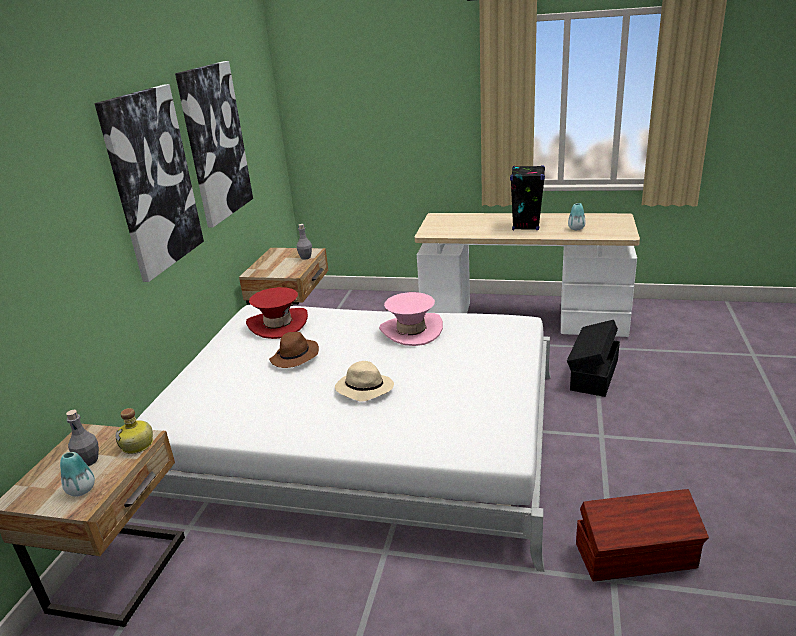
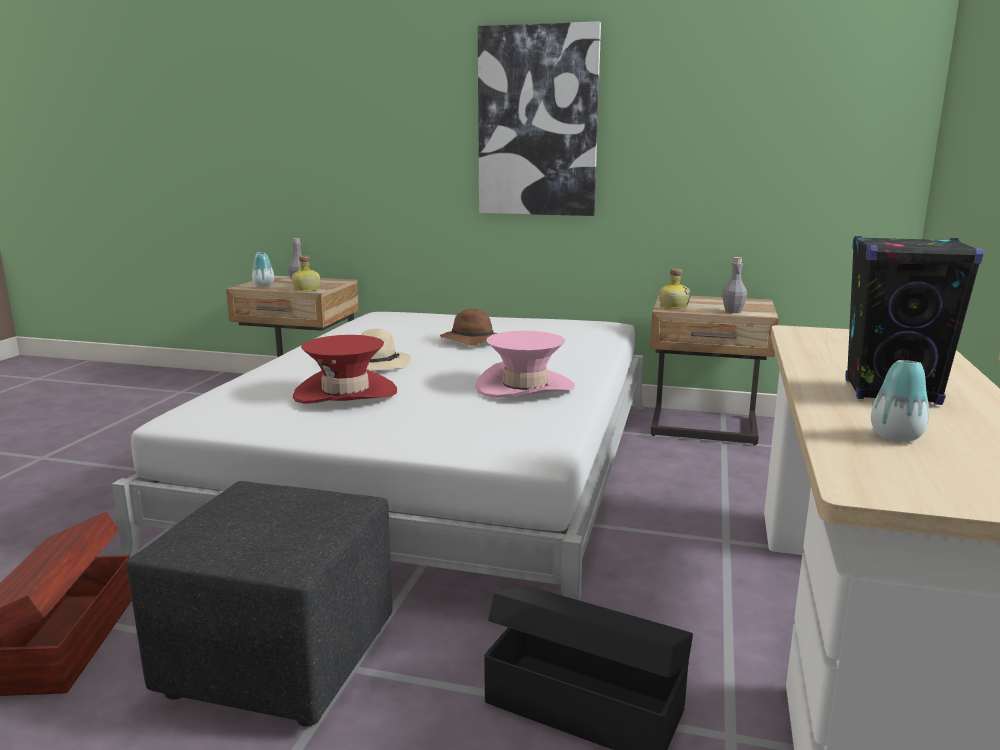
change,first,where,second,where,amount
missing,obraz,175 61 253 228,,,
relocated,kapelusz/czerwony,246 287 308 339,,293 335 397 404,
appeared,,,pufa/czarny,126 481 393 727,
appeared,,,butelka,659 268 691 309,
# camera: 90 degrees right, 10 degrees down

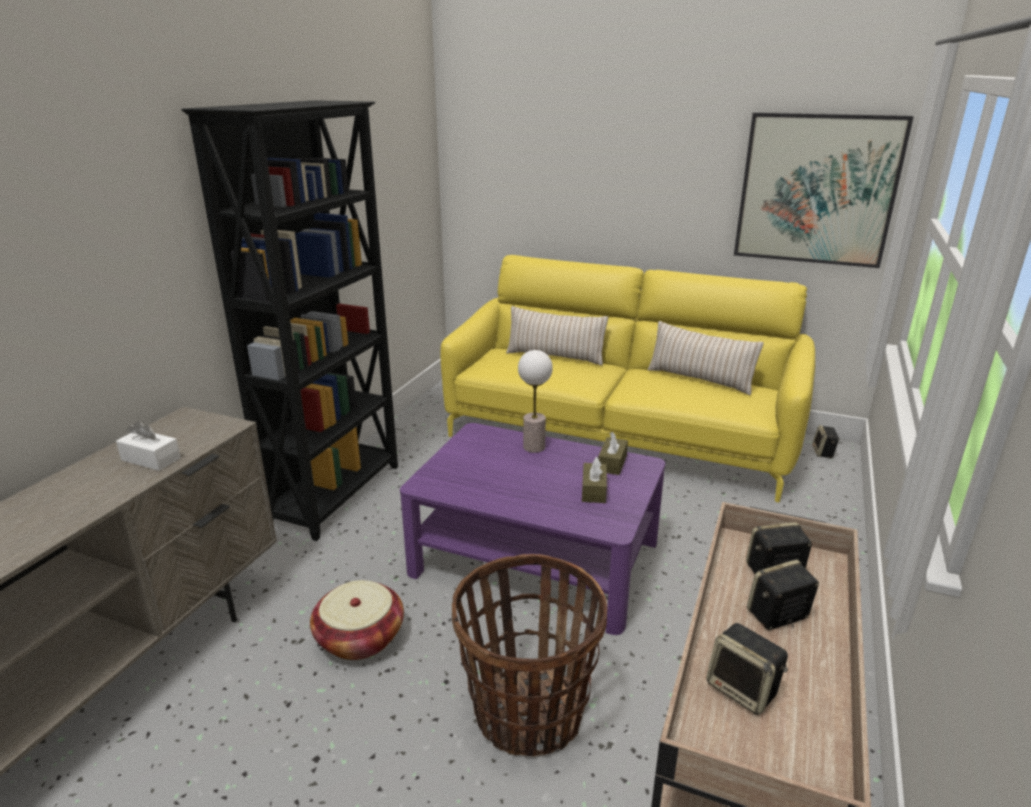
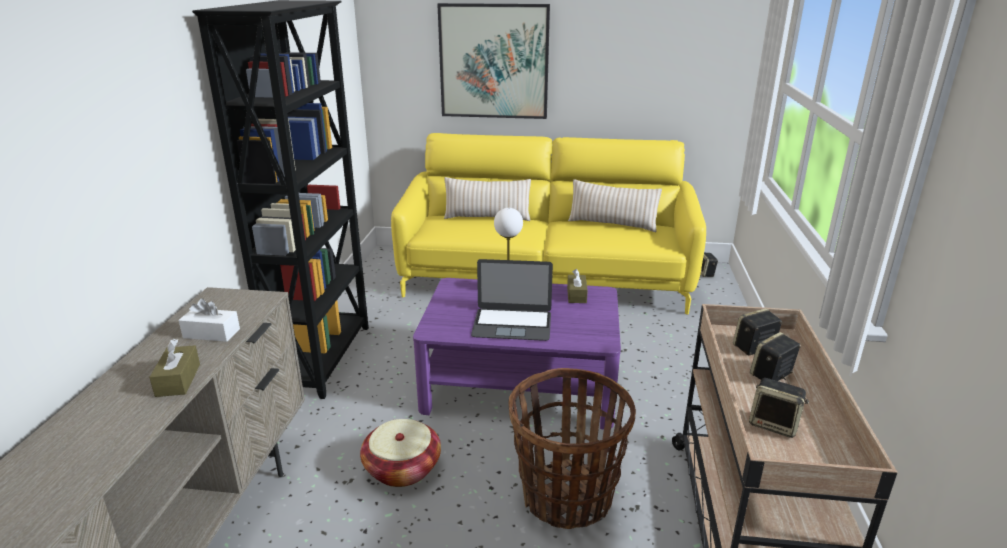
change,first,where,second,where,amount
relocated,pudełko chusteczek/brązowy,582 457 607 503,,149 339 200 397,
relocated,obraz,734 113 914 268,,437 3 550 119,
appeared,,,laptop,471 259 553 341,
# camera: 15 degrees left, 0 degrees up

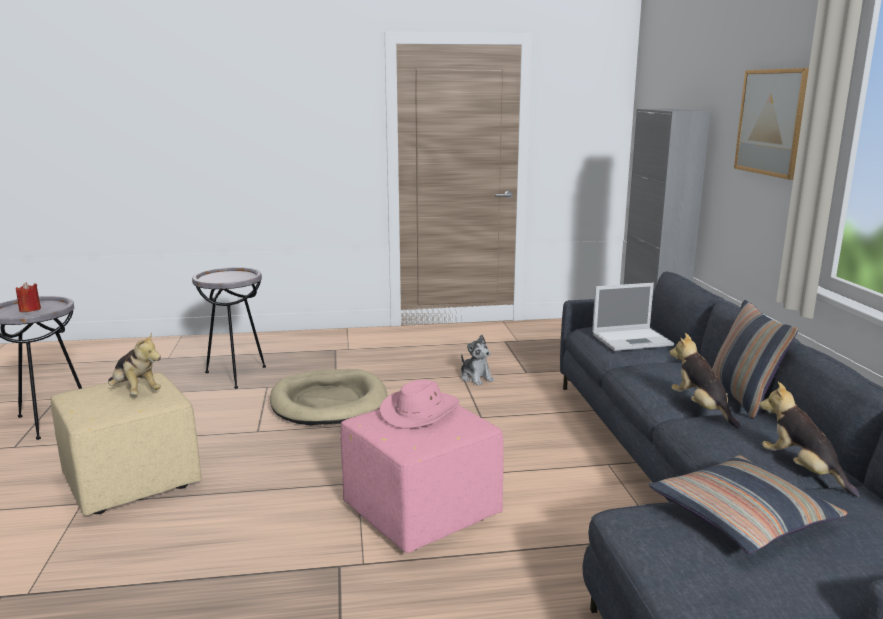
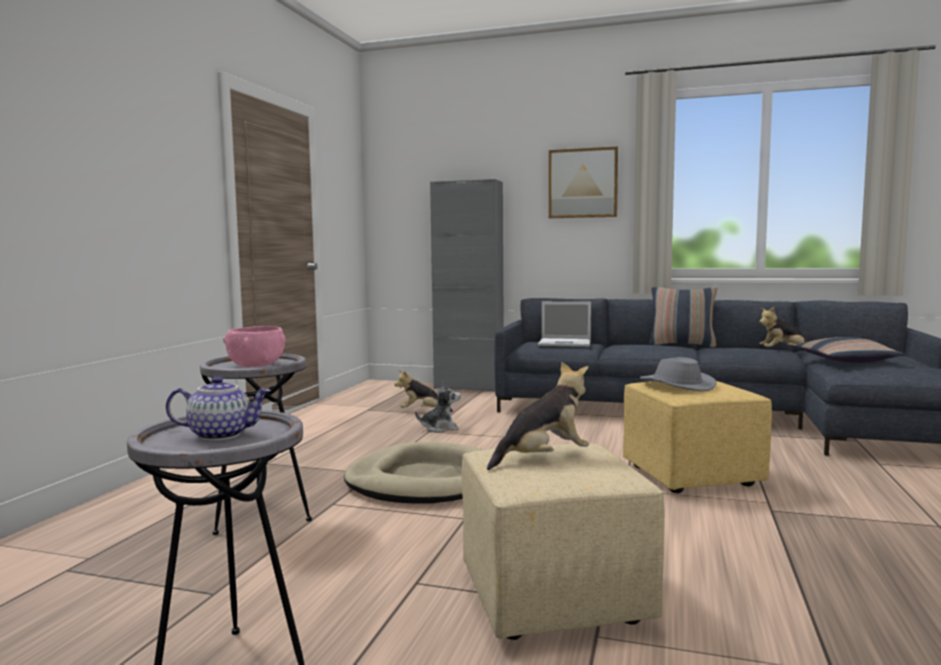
change,first,where,second,where,amount
exchanged,świeca/czerwony,16 282 41 312,imbryk,166 376 271 441,
colour,pufa/różowy,340 405 504 553,pufa/żółty,623 381 772 493,
colour,kapelusz/różowy,379 380 459 428,kapelusz/szary,640 357 717 391,
spun,laptop,592 283 674 351,,538 302 591 347,90 degrees clockwise
relocated,pluszak,670 333 741 428,,395 370 453 412,
appeared,,,miska/różowy,223 326 286 367,
# camera: 65 degrees left, 10 degrees down

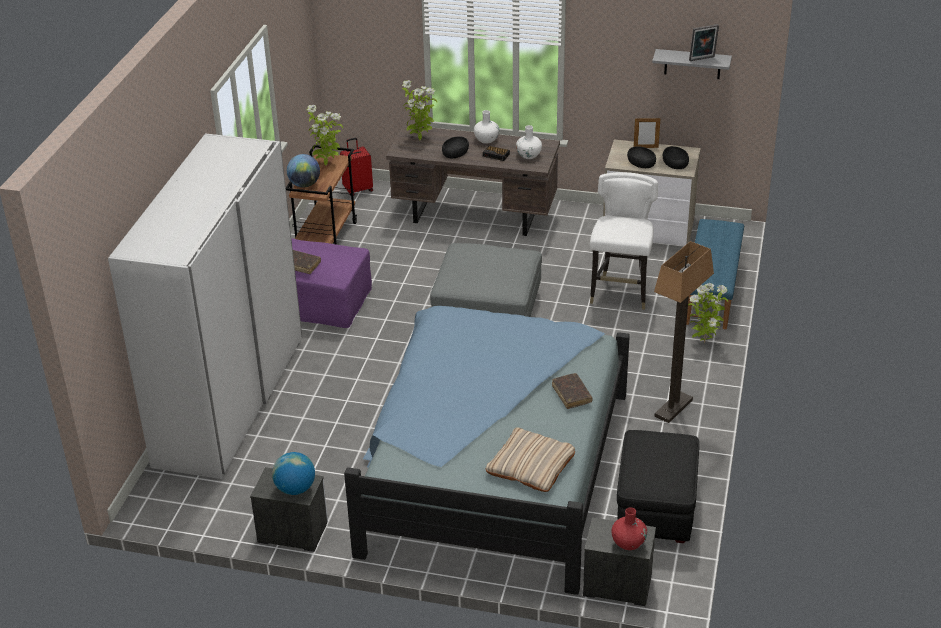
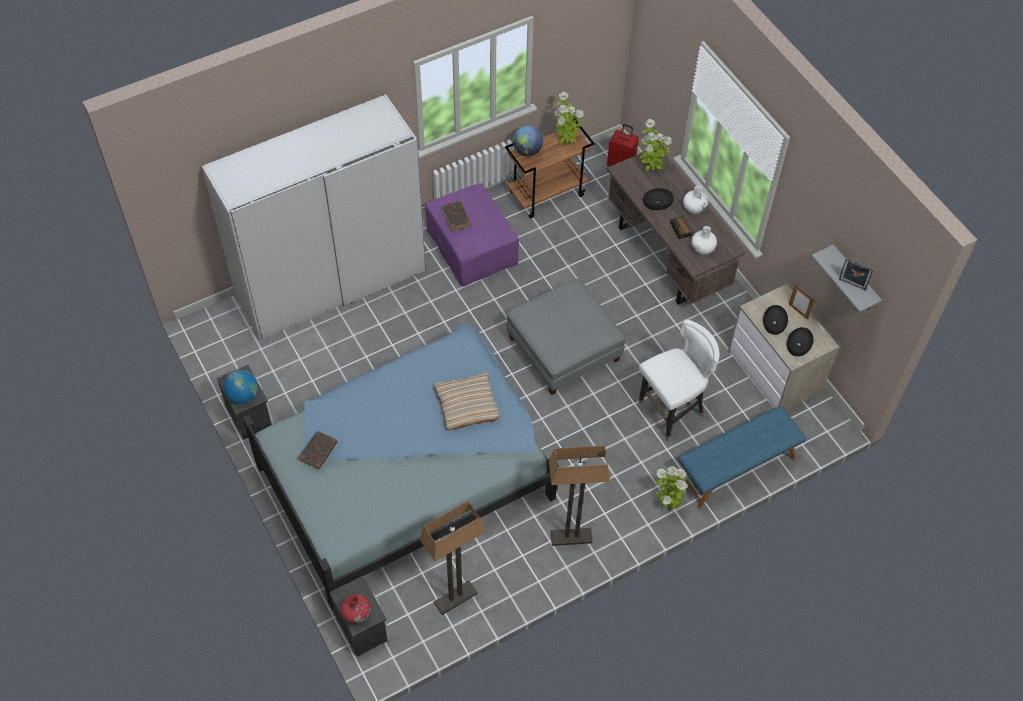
change,first,where,second,where,amount
relocated,poduszka/beżowy,486 427 575 492,,434 373 500 430,
relocated,książka/brązowy,552 373 593 409,,299 431 337 469,
exchanged,pufa/czarny,617 430 699 543,lampa stojąca,419 501 486 615,
# camera: 45 degrees right, 20 degrees up

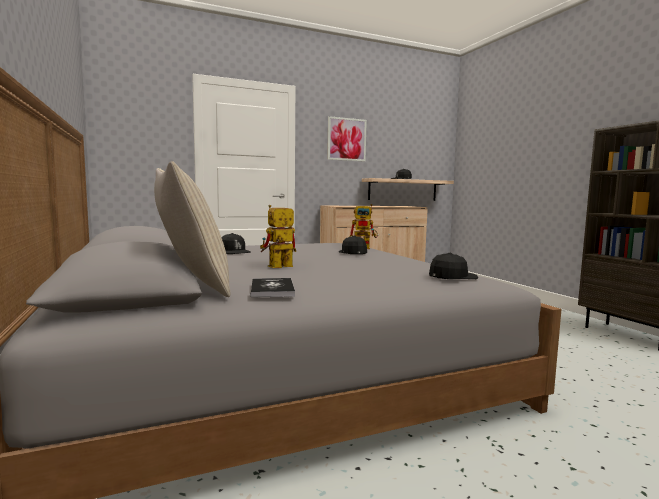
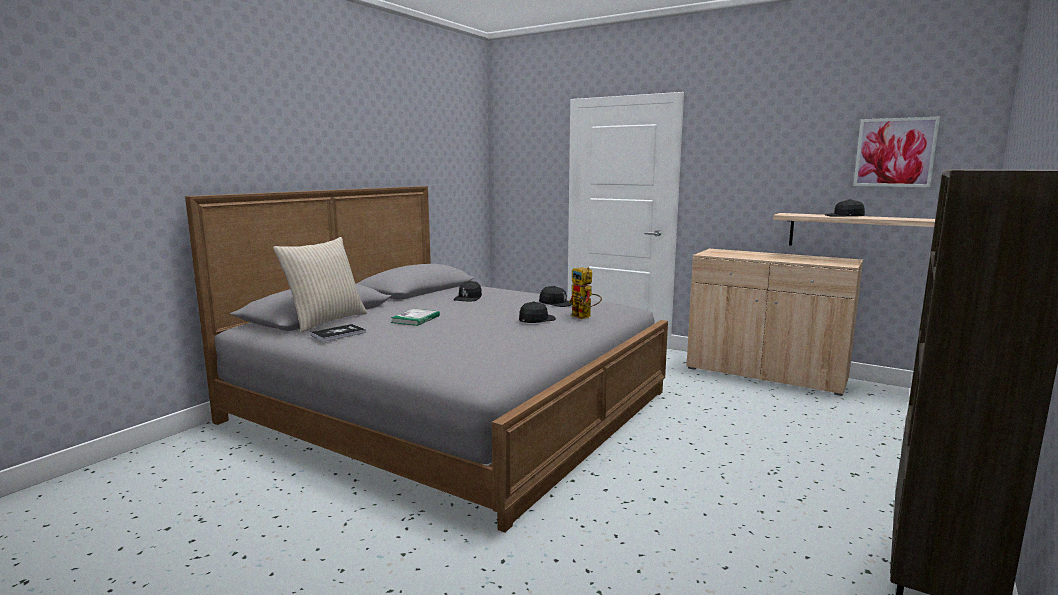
change,first,where,second,where,amount
exchanged,robot zabawkowy,260 205 296 268,książka,391 309 440 326,
relocated,obraz,327 116 367 161,,853 117 940 187,
relocated,czapka z daszkiem/czarny,429 253 478 279,,539 286 573 307,
# camera: 55 degrees right, 5 degrees up

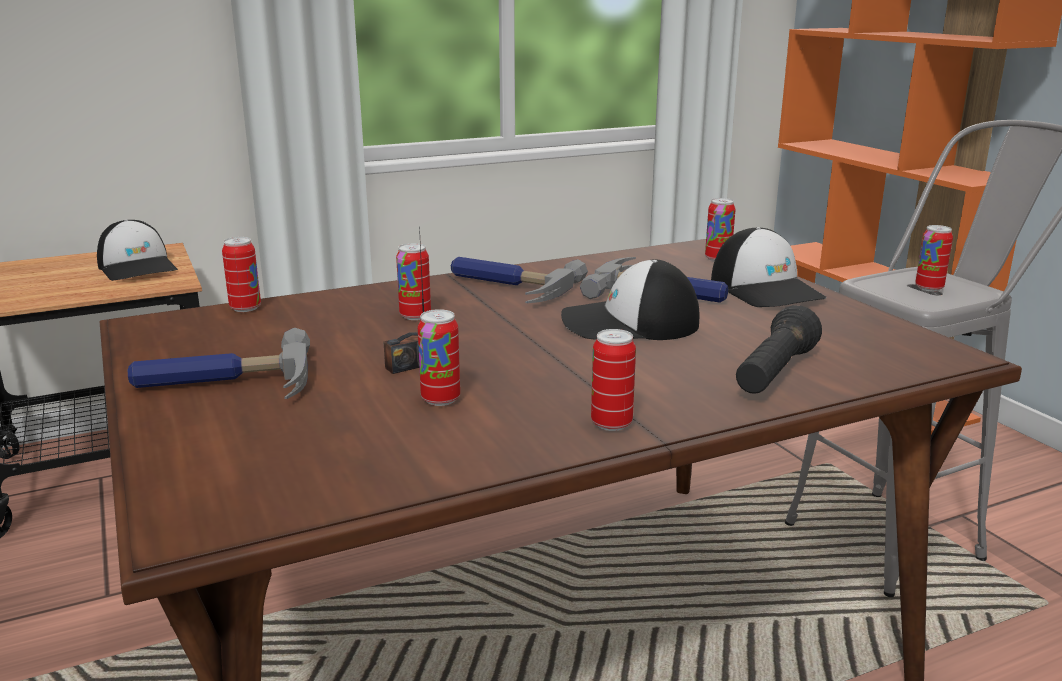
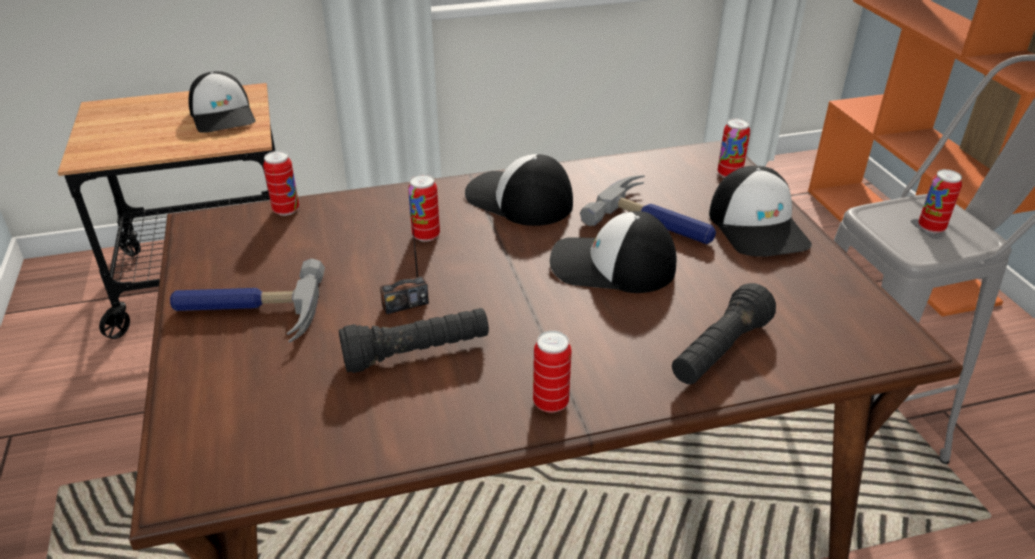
change,first,where,second,where,amount
exchanged,puszka,418 309 460 406,latarka/czarny,339 308 489 373,
exchanged,młotek,451 257 588 303,czapka z daszkiem,465 154 573 226,
# camera: 10 degrees right, 15 degrees up

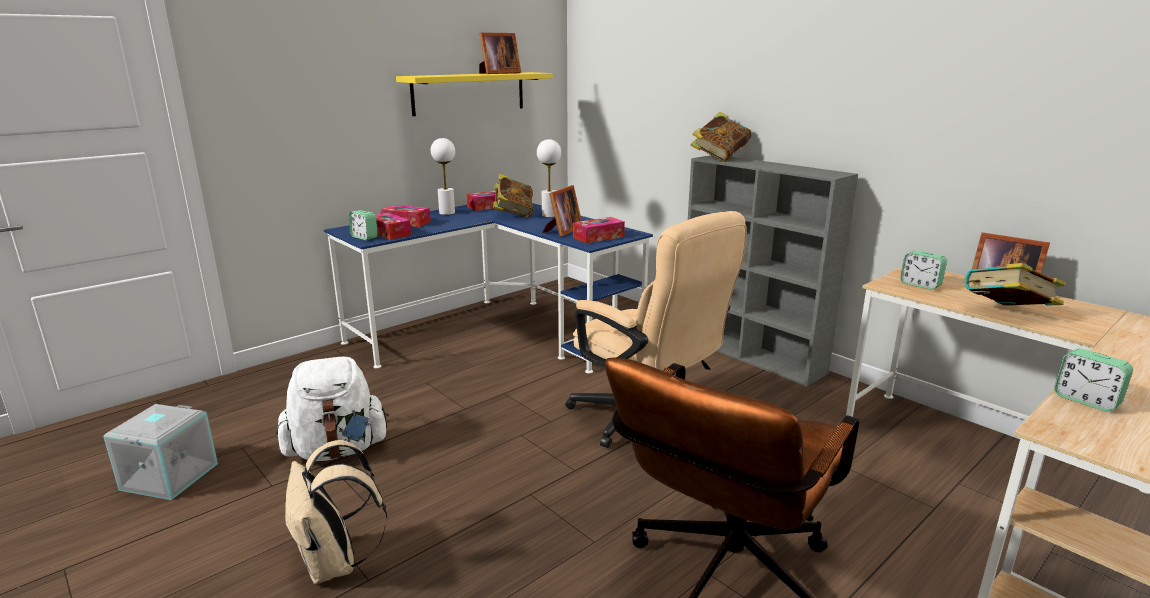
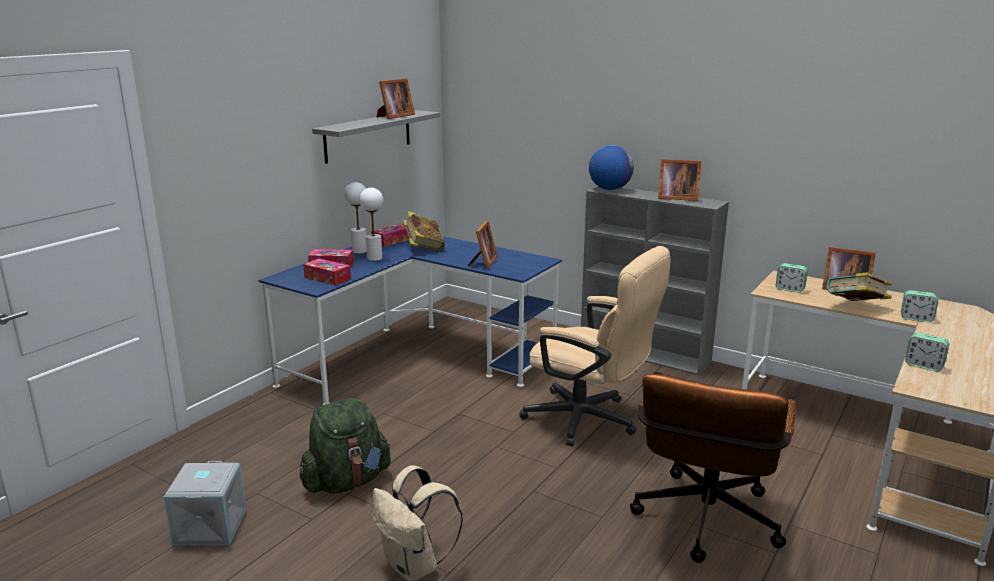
change,first,where,second,where,amount
colour,plecak/biały,276 357 389 461,plecak/zielony,300 398 391 494,
relocated,budzik,348 210 378 240,,901 290 938 322,
colour,półka/żółty,396 72 553 116,półka/szary,312 110 440 164,
relocated,lampa stołowa/biały,537 139 561 217,,359 188 383 261,
missing,pudełko chusteczek,573 217 625 243,,,
exchanged,książka,691 112 751 161,globus,589 145 634 190,
appeared,,,ramka na zdjęcie,658 159 702 201,
# camera: 15 degrees left, 0 degrees up

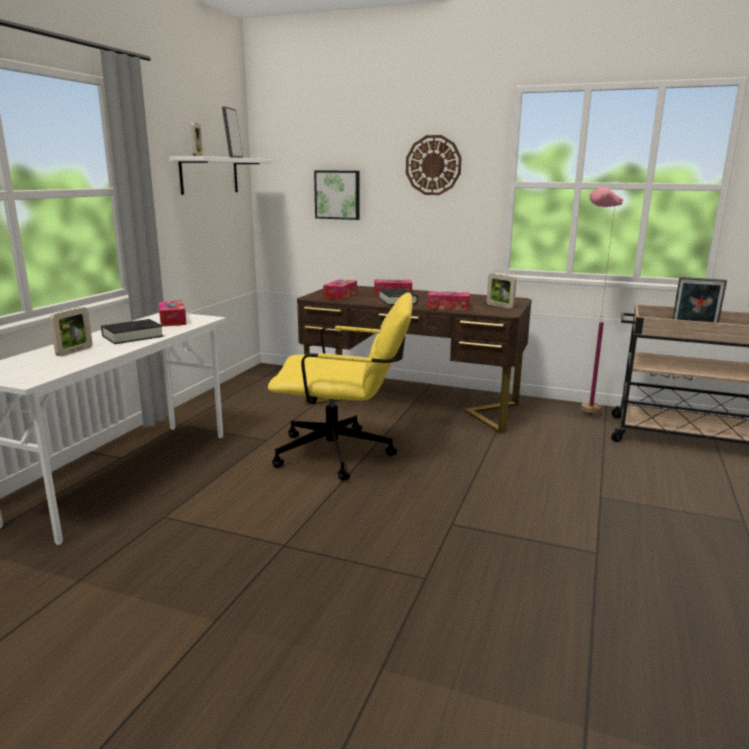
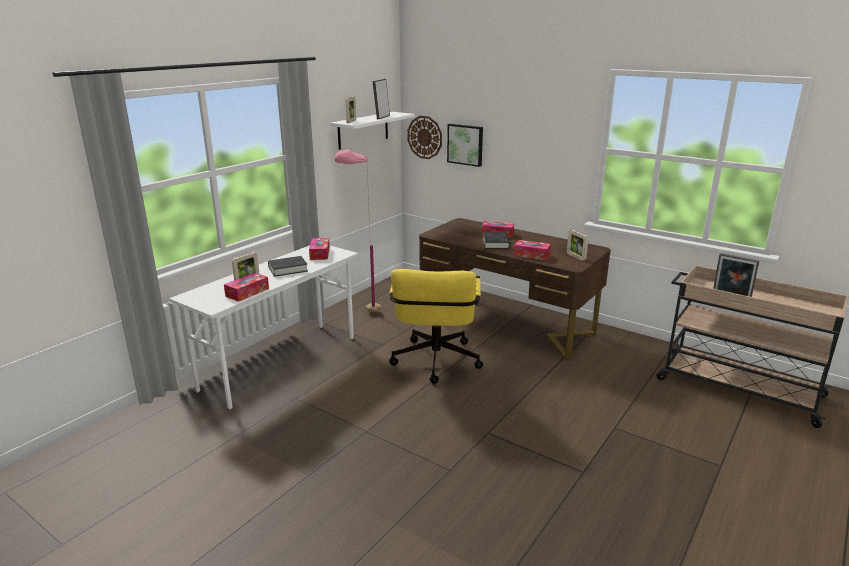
change,first,where,second,where,amount
spun,krzesło biurowe/żółty,268 292 413 481,,389 269 483 384,75 degrees clockwise
relocated,pudełko chusteczek,323 279 357 300,,224 273 269 302,
relocated,zegar ścienny,406 135 462 195,,408 116 442 159,
relocated,lampa stojąca/różowy,581 187 623 415,,335 149 381 313,
# camera: 15 degrees right, 5 degrees up

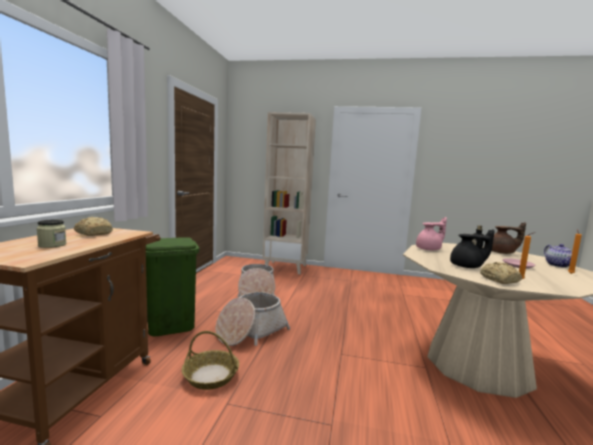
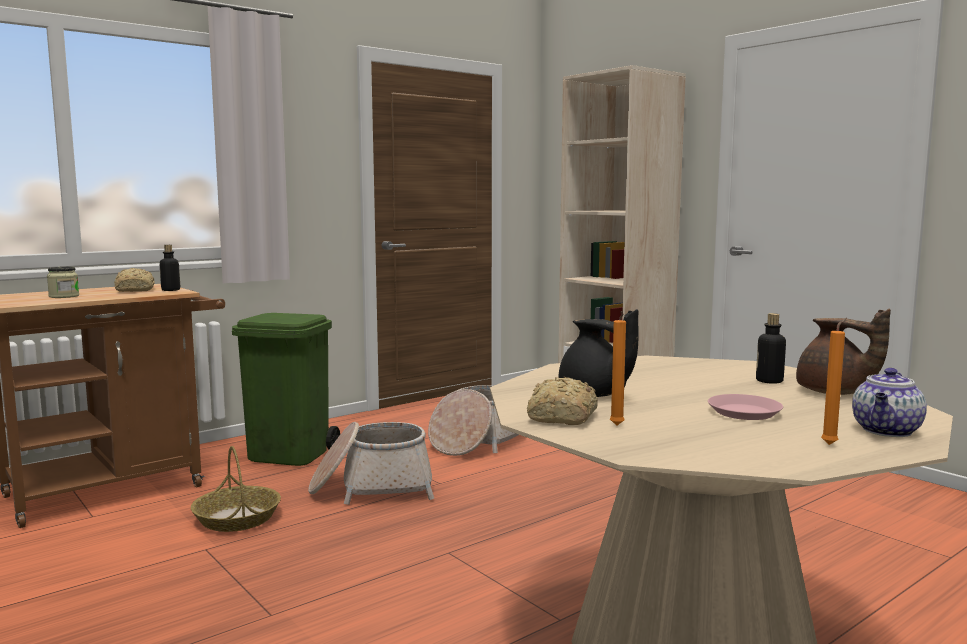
change,first,where,second,where,amount
missing,imbryk/różowy,416 217 447 250,,,
appeared,,,butelka,160 245 180 291,
# camera: 40 degrees right, 0 degrees up

